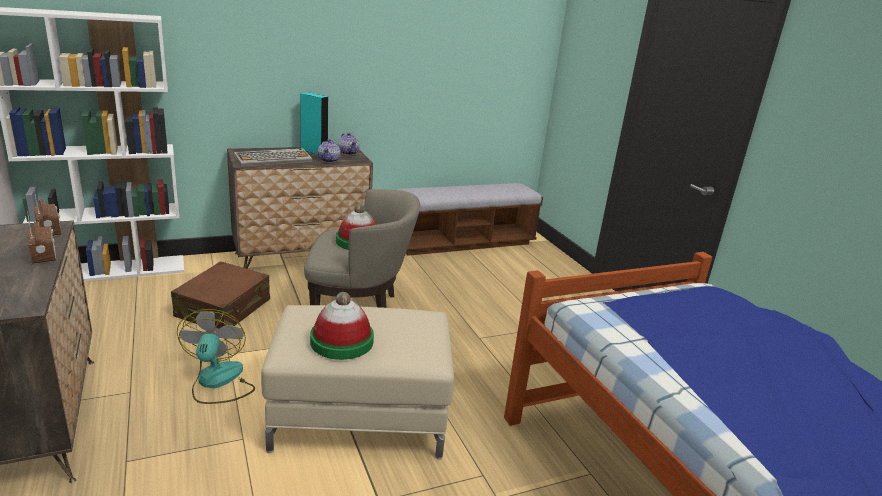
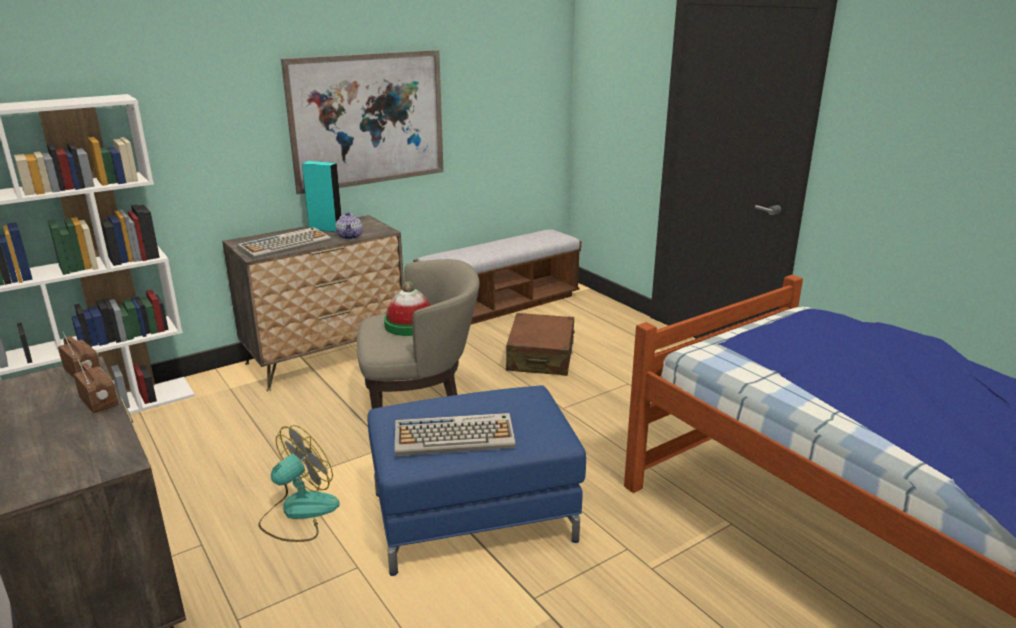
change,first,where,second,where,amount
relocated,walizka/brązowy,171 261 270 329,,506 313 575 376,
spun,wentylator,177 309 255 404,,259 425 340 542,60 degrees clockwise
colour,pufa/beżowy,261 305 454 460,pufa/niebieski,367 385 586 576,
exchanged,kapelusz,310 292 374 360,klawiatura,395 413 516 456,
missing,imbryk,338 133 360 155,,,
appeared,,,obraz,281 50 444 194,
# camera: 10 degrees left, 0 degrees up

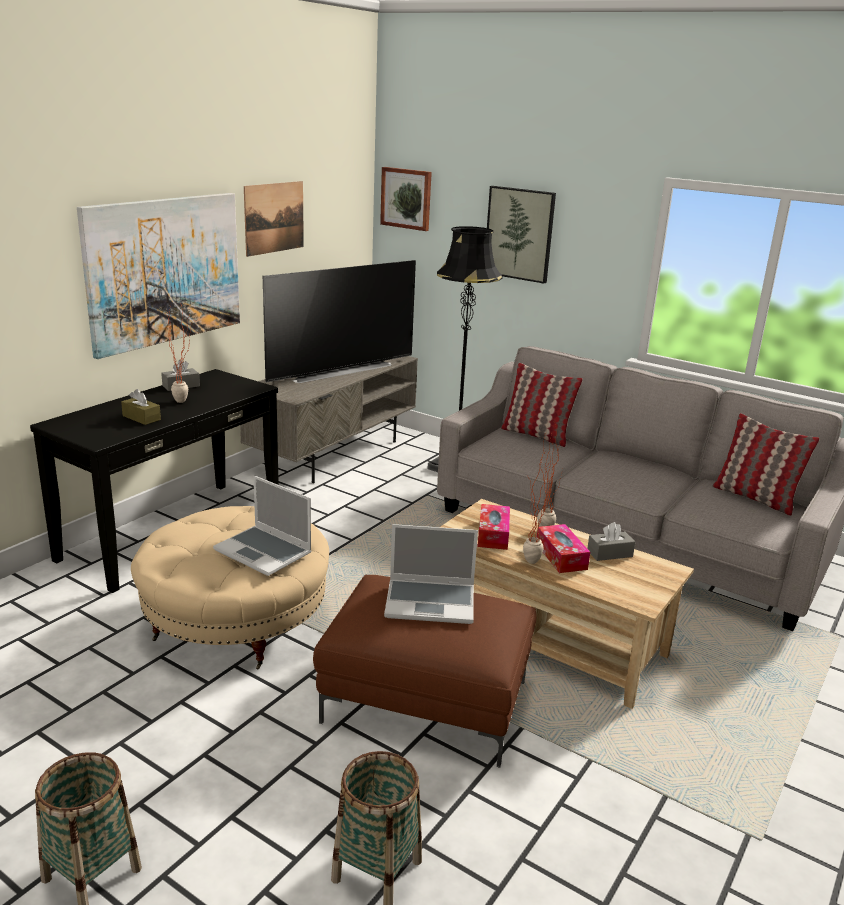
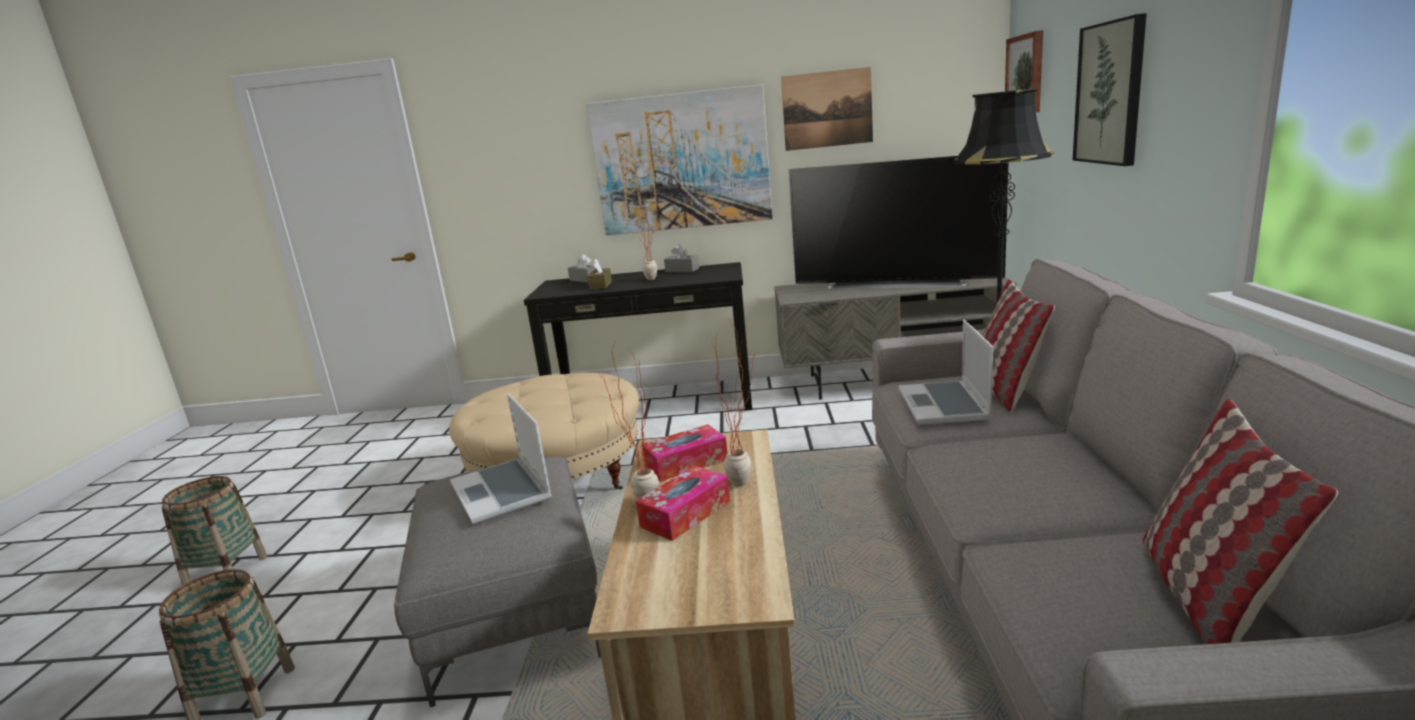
change,first,where,second,where,amount
relocated,laptop,213 475 312 576,,898 319 993 424,
colour,pufa/brązowy,313 575 536 768,pufa/szary,394 457 601 707,
relocated,pudełko chusteczek/szary,587 522 635 561,,568 254 597 283,
# camera: 60 degrees right, 5 degrees down

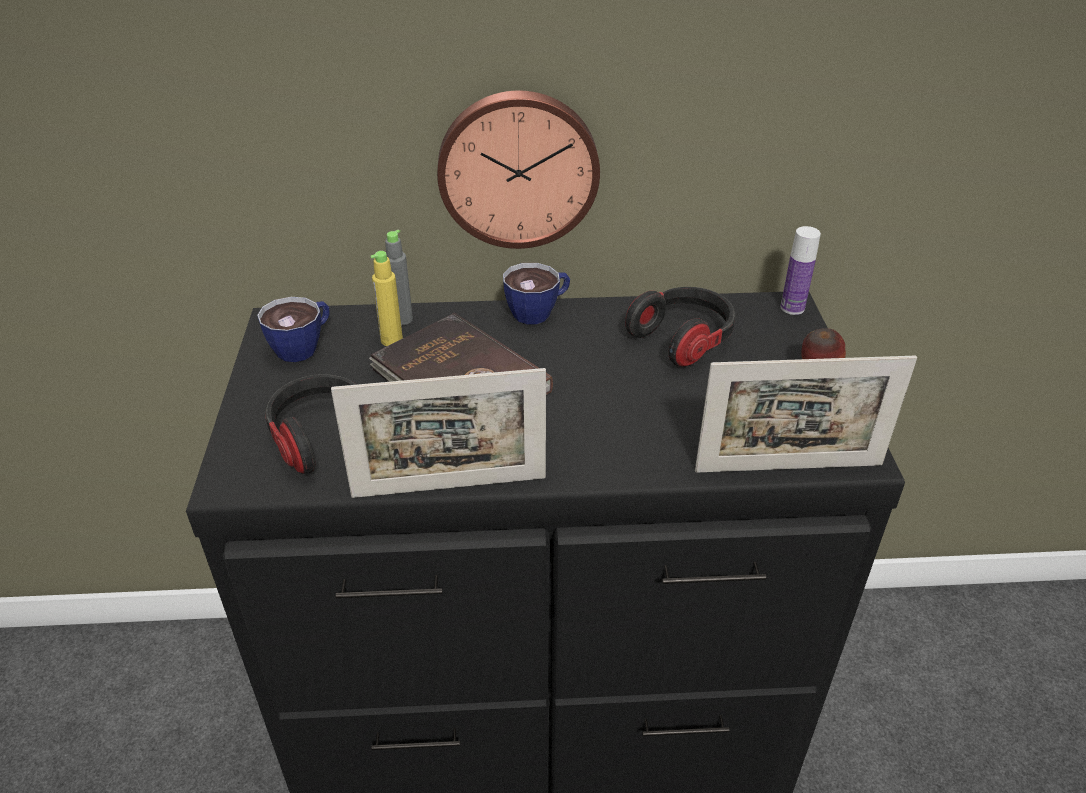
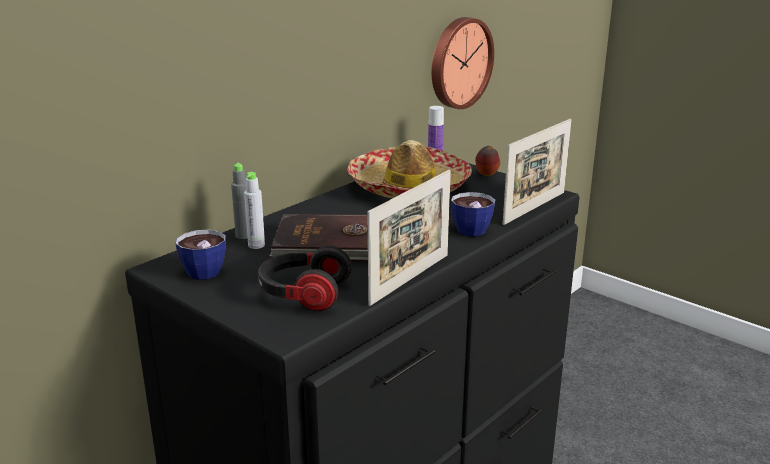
change,first,where,second,where,amount
colour,butelka/żółty,371 251 403 346,butelka/szary,244 172 265 249,
relocated,zegar ścienny,437 90 600 249,,431 17 494 109,
relocated,filiżanka,503 263 570 324,,451 192 495 236,
exchanged,słuchawki,625 287 736 367,kapelusz,347 140 472 198,
# camera: 45 degrees left, 15 degrees down

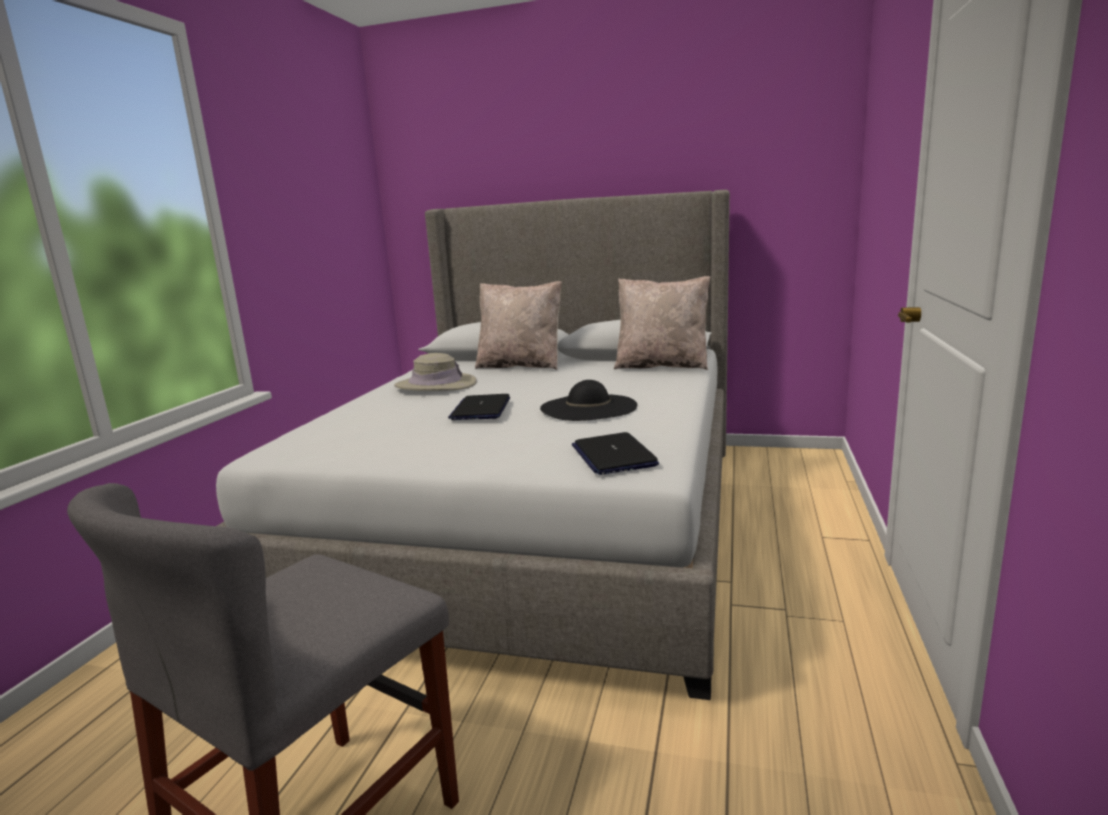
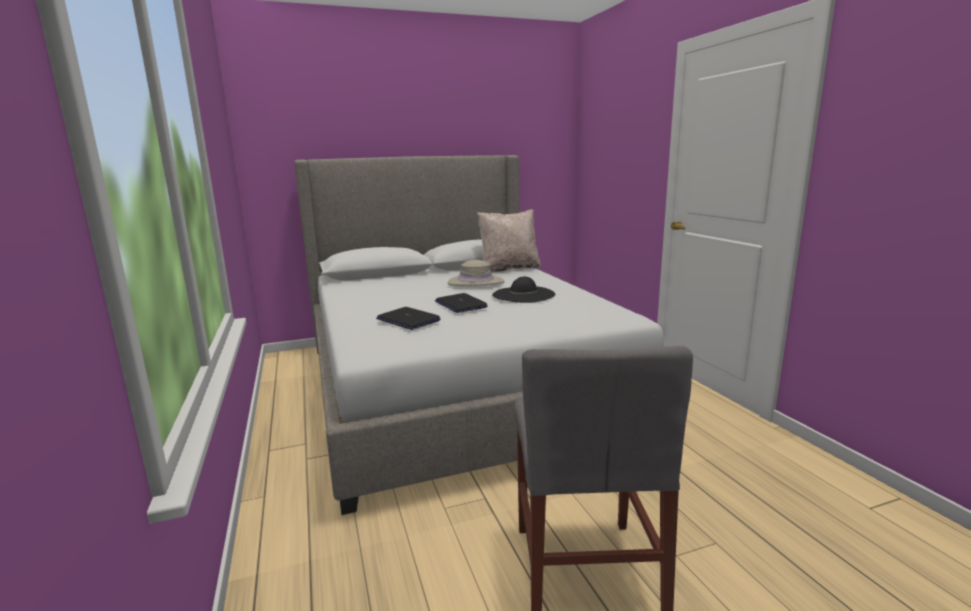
change,first,where,second,where,amount
relocated,kapelusz/beżowy,394 353 477 391,,448 260 505 286,
missing,poduszka/beżowy,475 281 562 370,,,
relocated,laptop,572 432 659 475,,376 307 441 330,
# camera: 35 degrees left, 0 degrees up

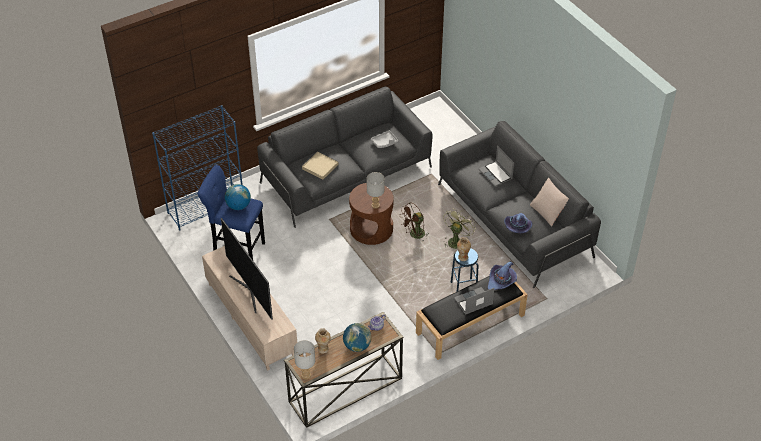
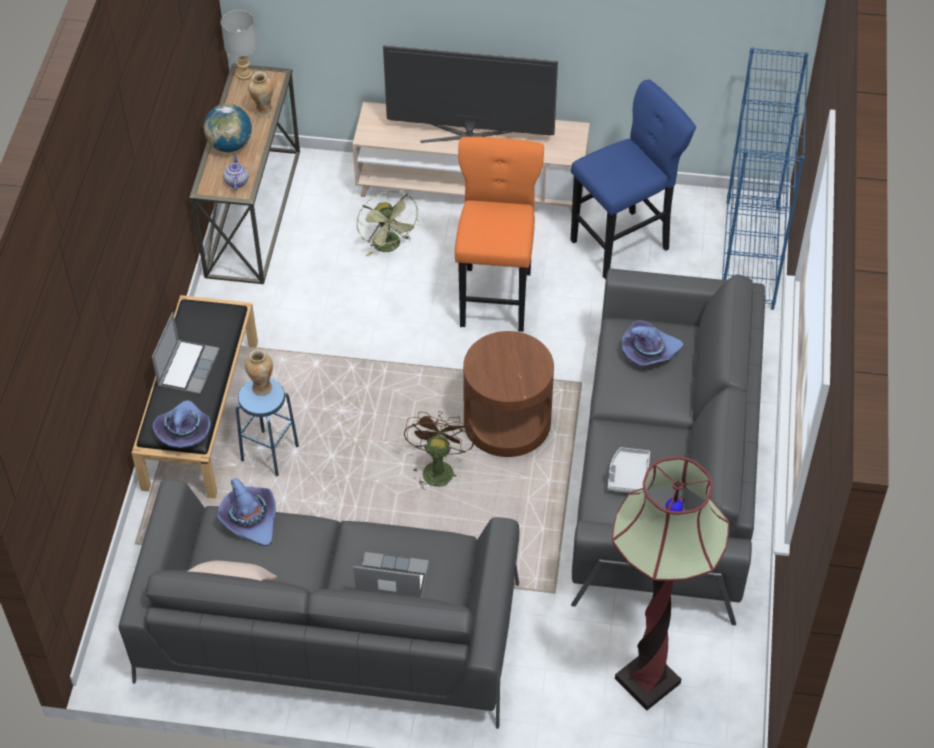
change,first,where,second,where,amount
missing,globus,225 184 251 210,,,
exchanged,taca/beżowy,302 152 338 180,kapelusz/fioletowy,621 320 683 366,
missing,lampa stołowa/szary,367 172 385 209,,,
relocated,wentylator/zielony,443 208 476 249,,357 191 420 257,
appeared,,,stołek/pomarańczowy,455 137 544 332,
appeared,,,lampa stojąca,612 456 729 710,
# camera: 130 degrees right, 5 degrees up

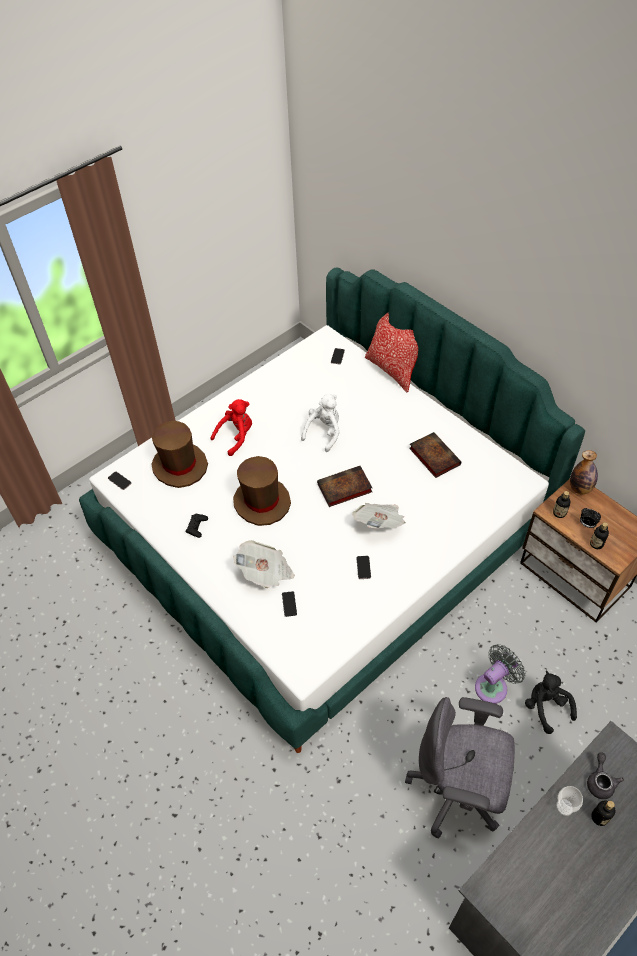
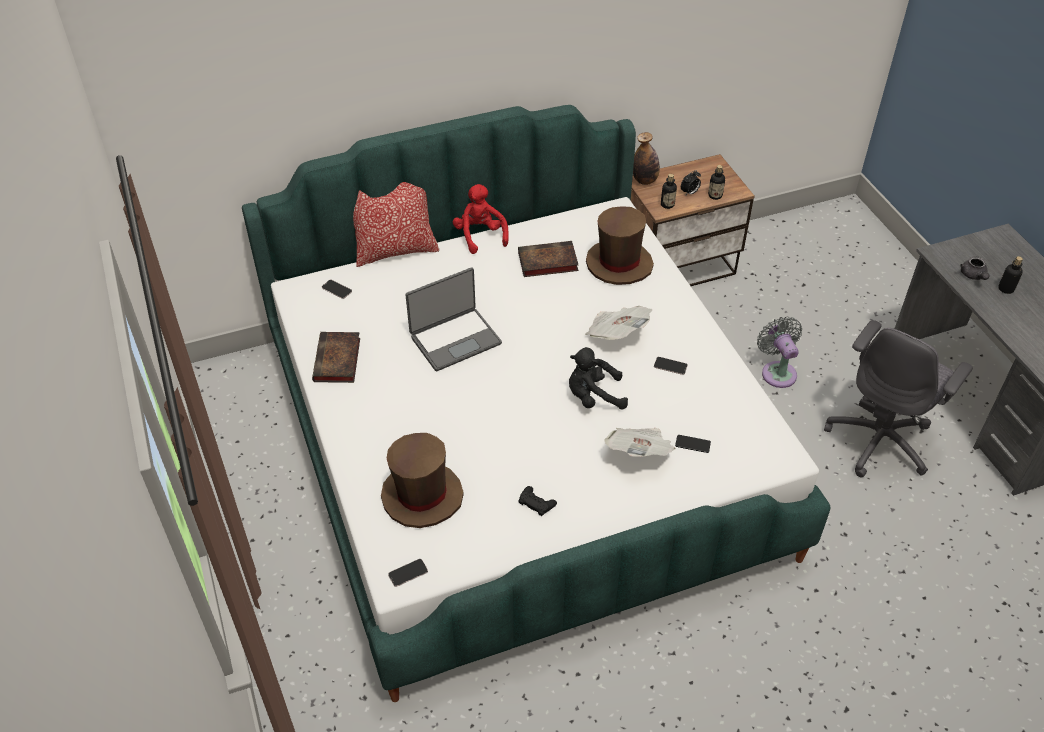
change,first,where,second,where,amount
relocated,pluszak/czerwony,210 399 252 456,,453 184 509 254,
relocated,kapelusz/brązowy,233 456 291 526,,586 206 654 285,
exchanged,pluszak/biały,301 394 340 452,laptop,406 267 502 371,
relocated,książka,317 466 372 507,,312 332 360 383,
relocated,pluszak/czarny,525 671 577 734,,569 347 628 409,
missing,filiżanka,556 786 583 816,,,
spun,imbryk/szary,587 752 624 799,,960 256 989 280,120 degrees counterclockwise
# camera: 70 degrees left, 5 degrees down

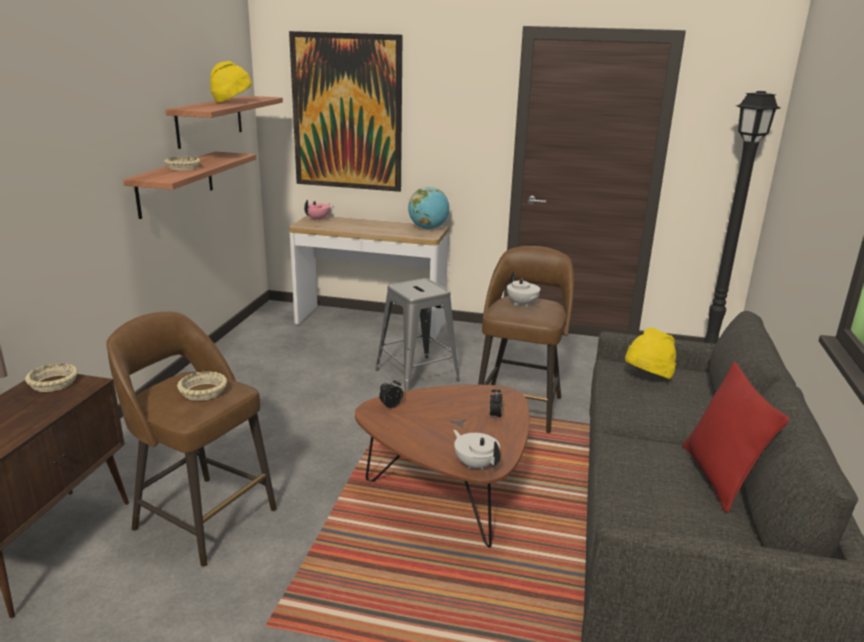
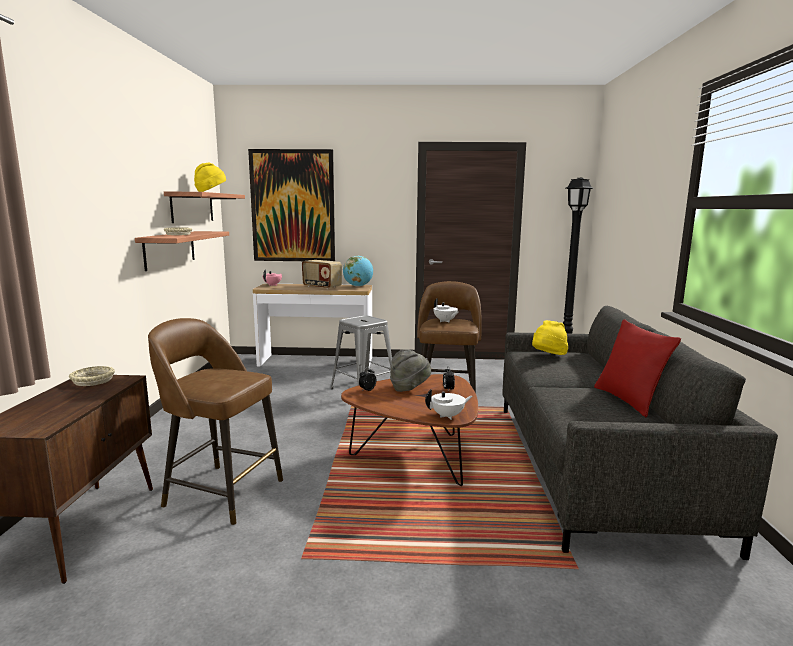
change,first,where,second,where,amount
missing,miska/beżowy,177 371 227 401,,,
spun,imbryk/biały,453 429 500 470,,425 389 472 420,120 degrees clockwise
appeared,,,radio,302 260 342 289,
appeared,,,kapelusz/szary,390 349 431 392,
# camera: 10 degrees left, 10 degrees down

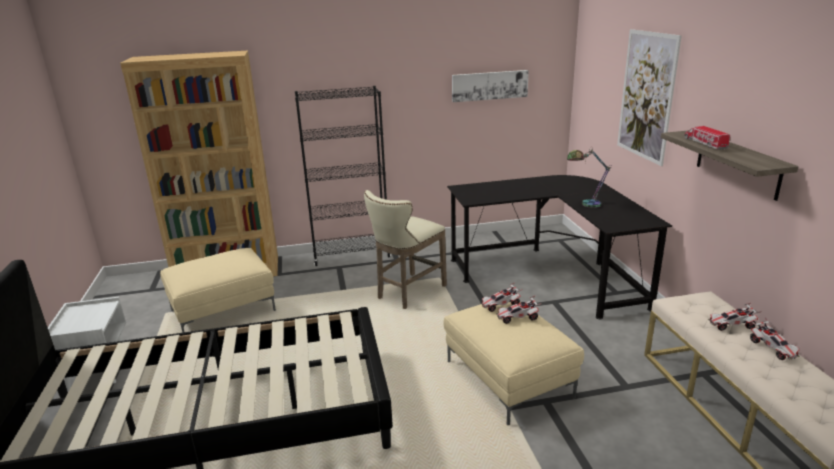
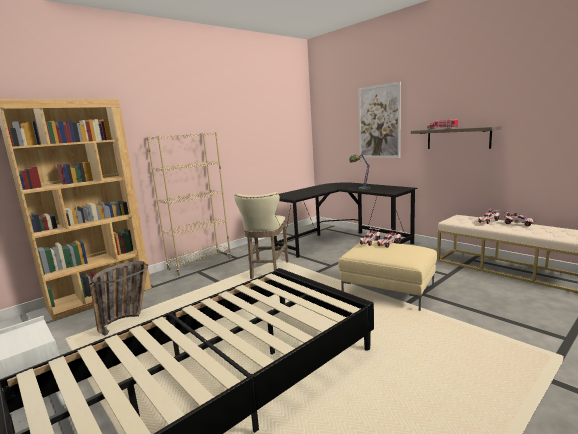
change,first,where,second,where,amount
exchanged,pufa/beżowy,160 248 276 333,koszyk,90 261 148 336,
colour,regał/czarny,295 86 391 266,regał/beżowy,147 132 231 275,
missing,obraz,452 70 529 102,,,
# camera: 30 degrees left, 10 degrees down

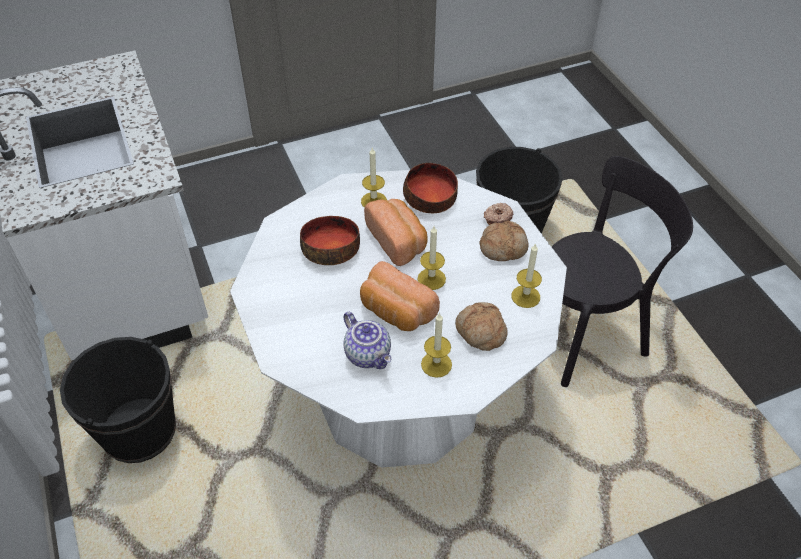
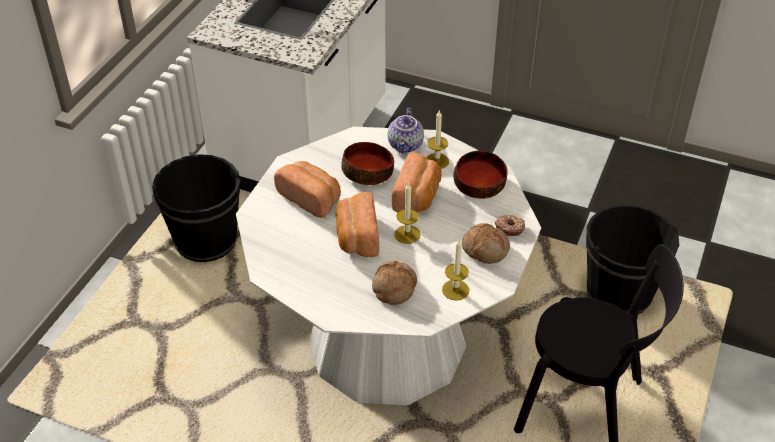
change,first,where,second,where,amount
relocated,imbryk,344 312 391 369,,388 108 424 154,
missing,świeca,421 313 452 378,,,
appeared,,,chleb,274 161 341 218,
# camera: 45 degrees right, 5 degrees down

